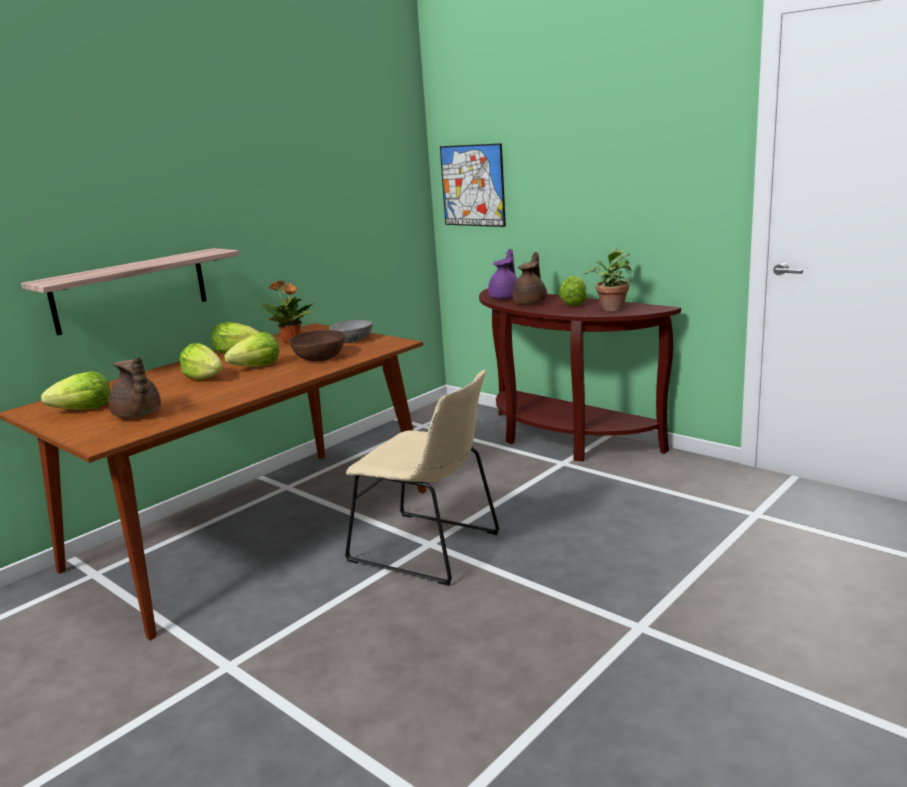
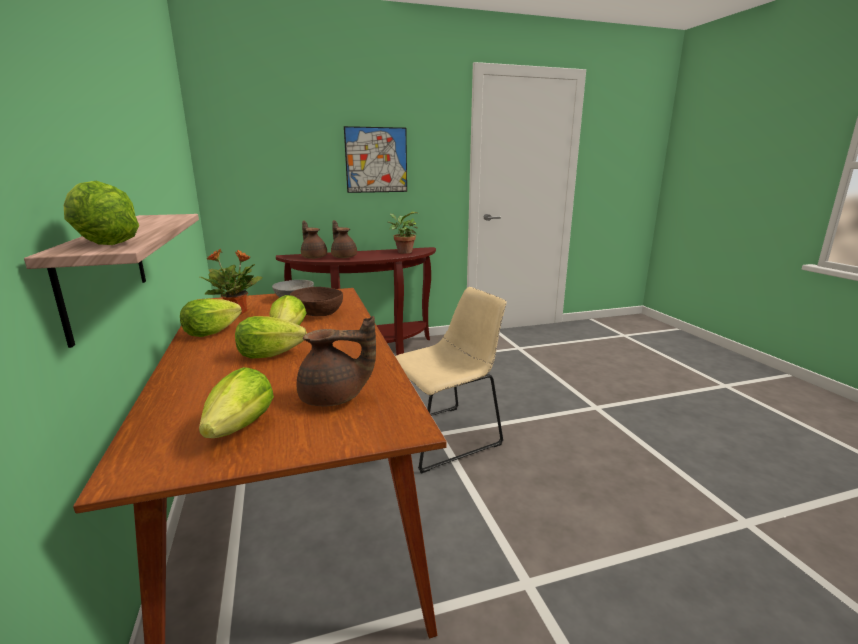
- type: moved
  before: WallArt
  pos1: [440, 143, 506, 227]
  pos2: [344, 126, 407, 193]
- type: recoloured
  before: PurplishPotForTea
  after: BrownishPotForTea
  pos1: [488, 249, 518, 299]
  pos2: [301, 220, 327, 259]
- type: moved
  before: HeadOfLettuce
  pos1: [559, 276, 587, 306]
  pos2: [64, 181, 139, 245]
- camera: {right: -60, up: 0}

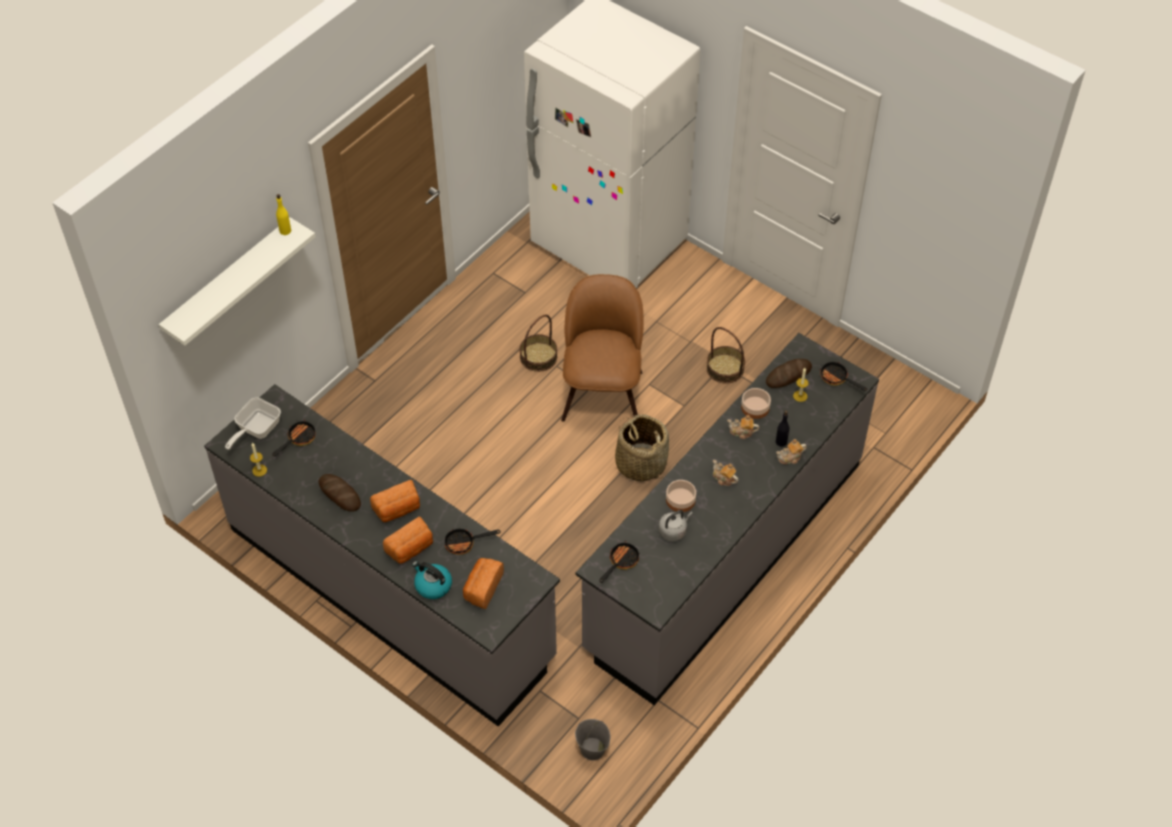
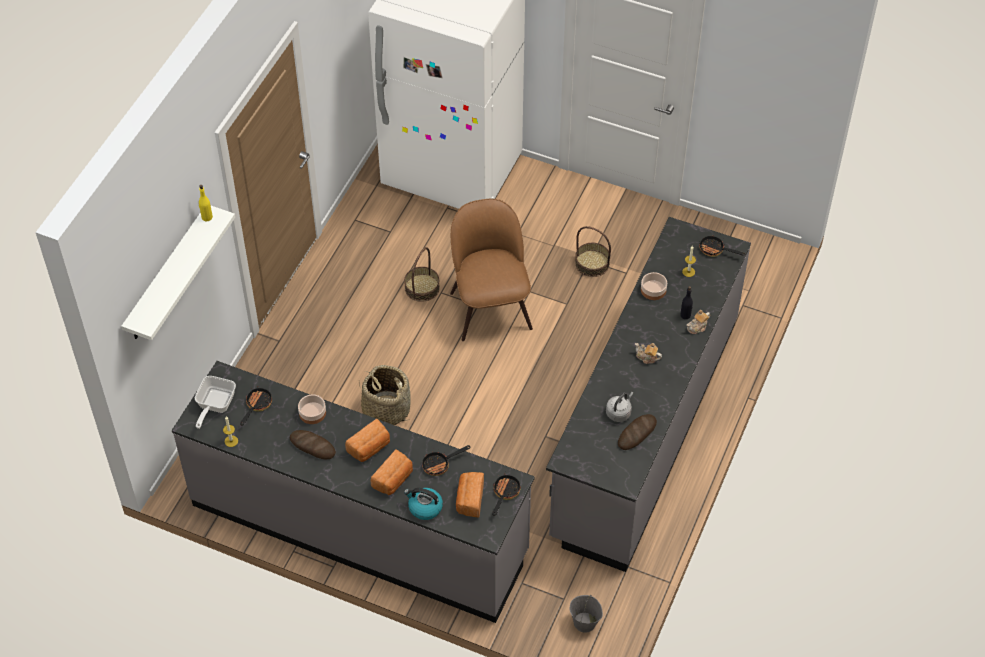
- type: moved
  before: BakedBread
  pos1: [766, 359, 812, 388]
  pos2: [618, 414, 657, 450]
- type: moved
  before: HouseholdBasket
  pos1: [615, 414, 669, 482]
  pos2: [359, 365, 411, 425]
- type: removed
  before: PotForTea
  pos1: [727, 415, 759, 439]
- type: moved
  before: Bowl
  pos1: [666, 480, 696, 512]
  pos2: [298, 395, 326, 424]
- type: moved
  before: Skillet
  pos1: [599, 541, 639, 583]
  pos2: [492, 473, 521, 516]
- camera: {right: -15, up: 0}

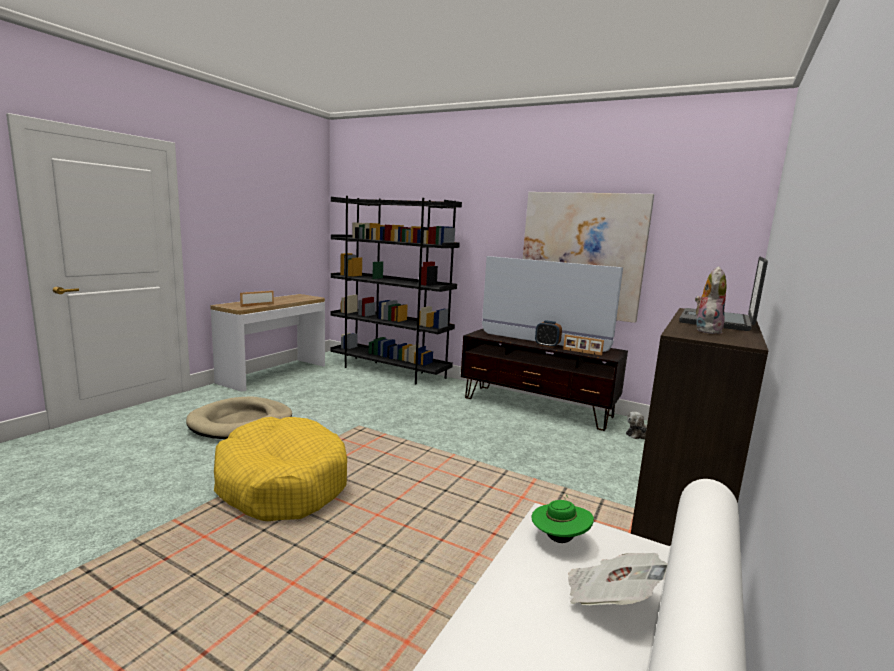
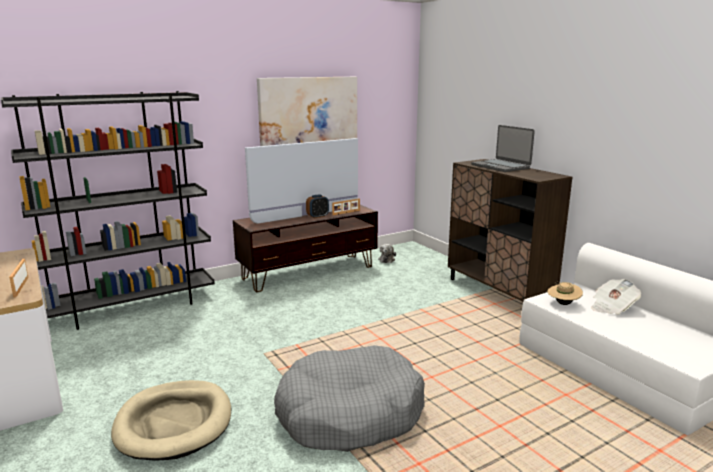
- type: removed
  before: CuddlyToy
  pos1: [695, 267, 727, 334]
- type: recoloured
  before: YellowPetBed
  after: GreyishPetBed
  pos1: [214, 417, 347, 521]
  pos2: [274, 345, 425, 452]
- type: recoloured
  before: GreenishClothingHat
  after: BeigeClothingHat
  pos1: [531, 495, 594, 543]
  pos2: [547, 281, 583, 305]
- camera: {right: -60, up: 5}

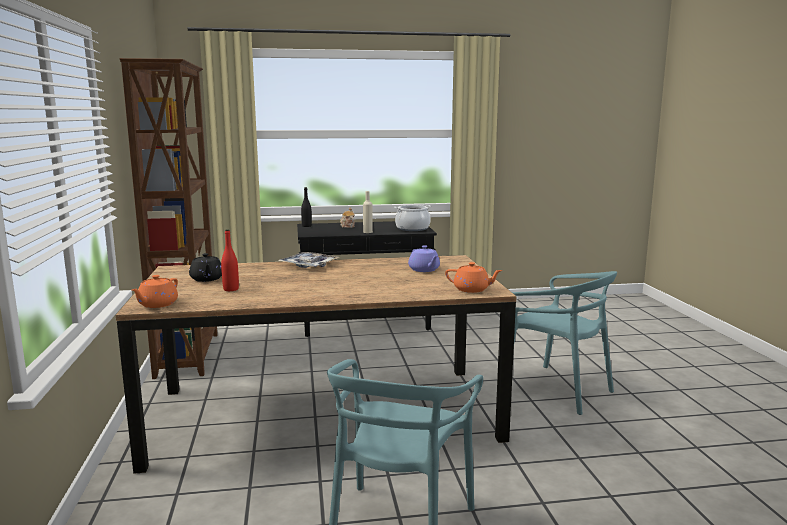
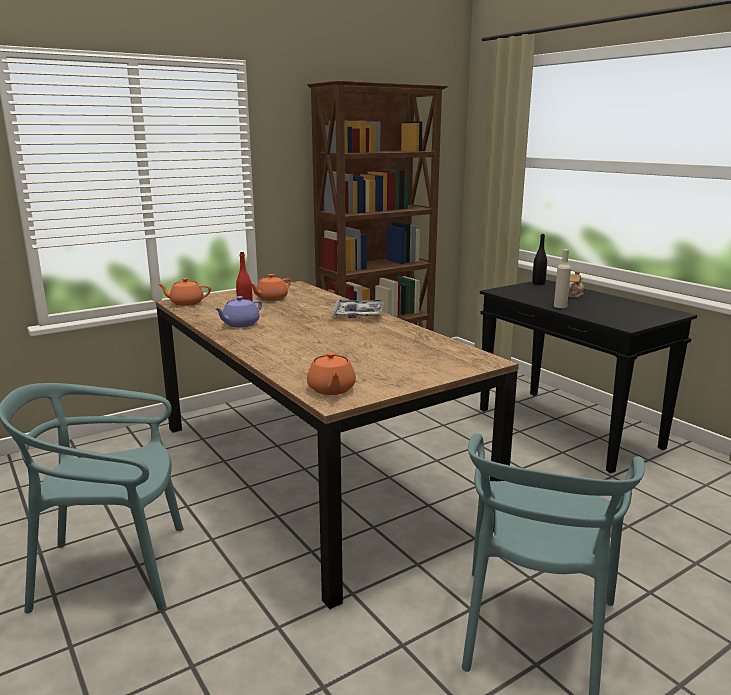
- type: removed
  before: Saucepot
  pos1: [394, 205, 431, 231]
- type: moved
  before: PurplishPotForTea
  pos1: [408, 245, 440, 272]
  pos2: [214, 296, 262, 328]
- type: recoloured
  before: BlackPotForTea
  after: OrangeyPotForTea
  pos1: [189, 253, 222, 282]
  pos2: [251, 274, 291, 301]
- camera: {right: 65, up: 5}

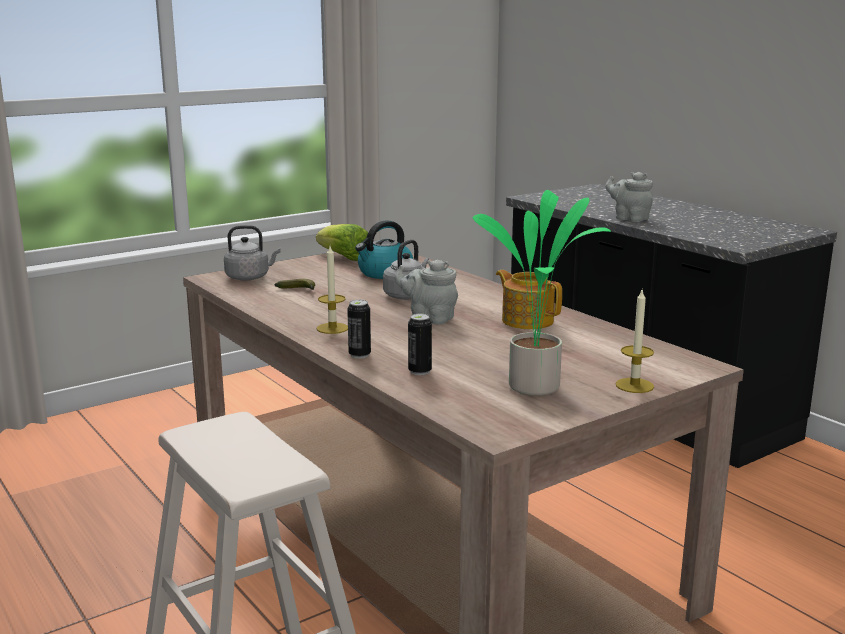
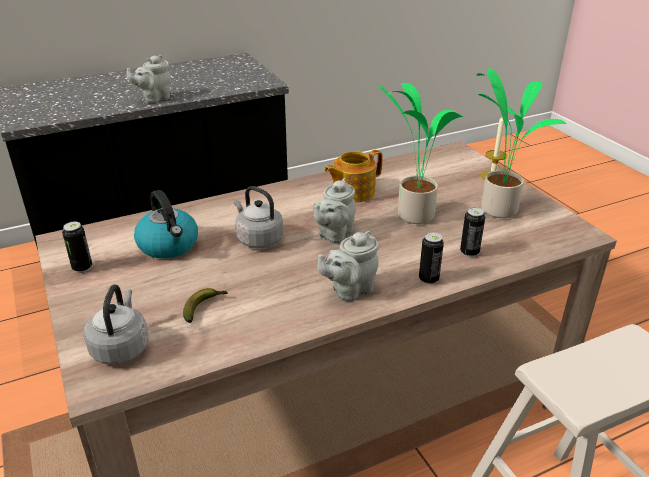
- type: replaced
  before: HeadOfLettuce
  after: SealedCan
  pos1: [316, 224, 368, 261]
  pos2: [62, 222, 92, 273]
- type: replaced
  before: WaxCandle
  after: GreyishPotForTea
  pos1: [317, 246, 348, 334]
  pos2: [317, 231, 379, 301]
- type: added
  after: PottedPlant
  pos2: [377, 83, 464, 224]
- camera: {right: -80, up: 15}

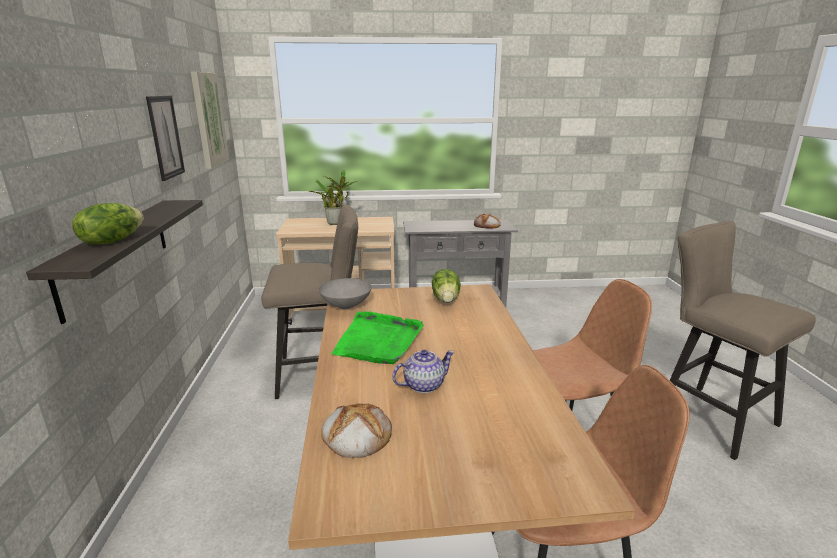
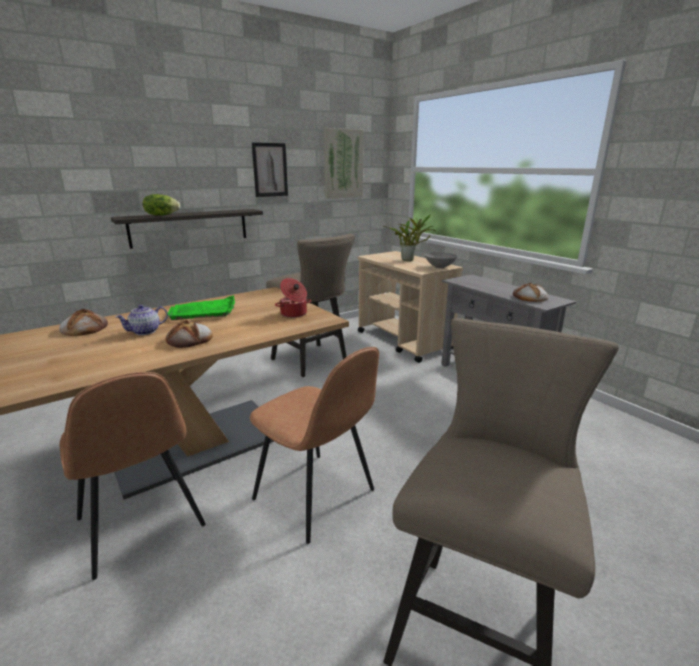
- type: replaced
  before: HeadOfLettuce
  after: Saucepot
  pos1: [432, 269, 461, 303]
  pos2: [275, 278, 311, 318]
- type: moved
  before: GreyishBowl
  pos1: [319, 278, 372, 309]
  pos2: [425, 252, 457, 268]
- type: turned
  before: PotForTea
  pos1: [392, 350, 455, 393]
  pos2: [116, 304, 168, 335]
  turn: 105
- type: added
  after: BakedBread
  pos2: [166, 320, 213, 348]
- camera: {right: 60, up: 0}

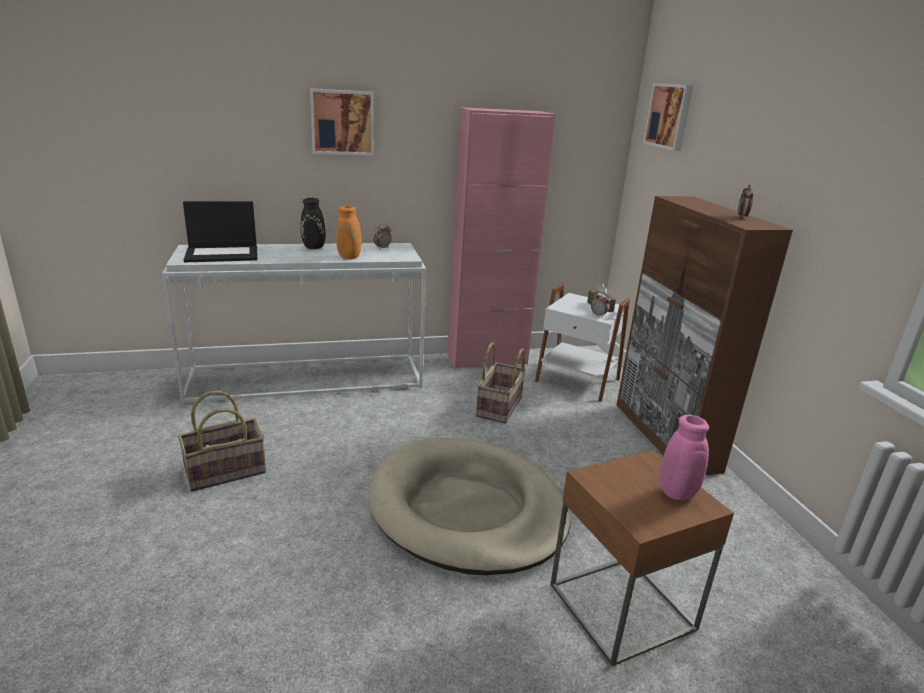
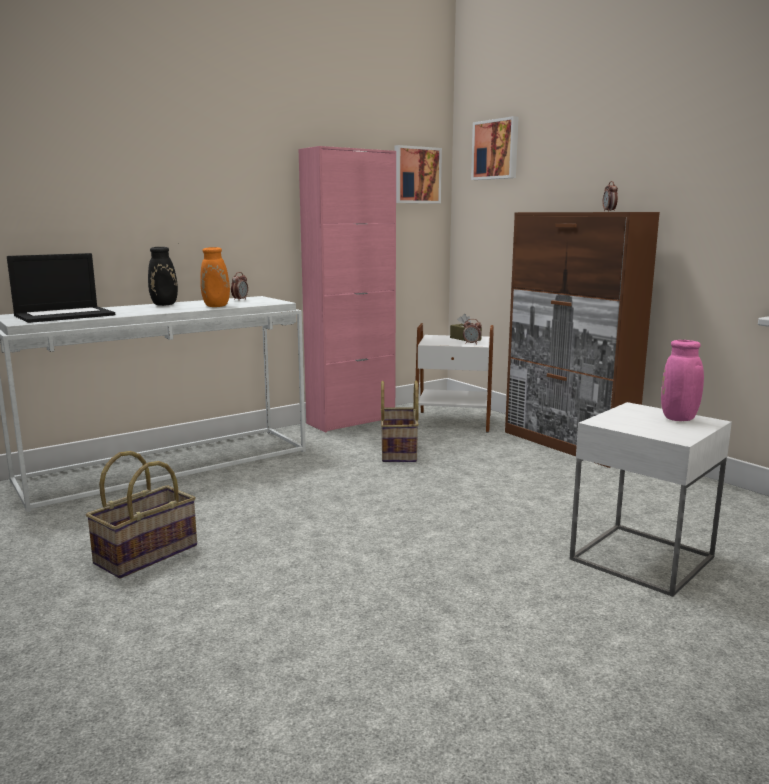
- type: moved
  before: WallArt
  pos1: [310, 89, 374, 155]
  pos2: [394, 145, 442, 203]
- type: removed
  before: BeigePetBed
  pos1: [369, 438, 571, 575]
- type: recoloured
  before: BrownishEndTable
  after: WhitishEndTable
  pos1: [550, 450, 734, 666]
  pos2: [570, 402, 732, 597]
- camera: {right: -20, up: -10}

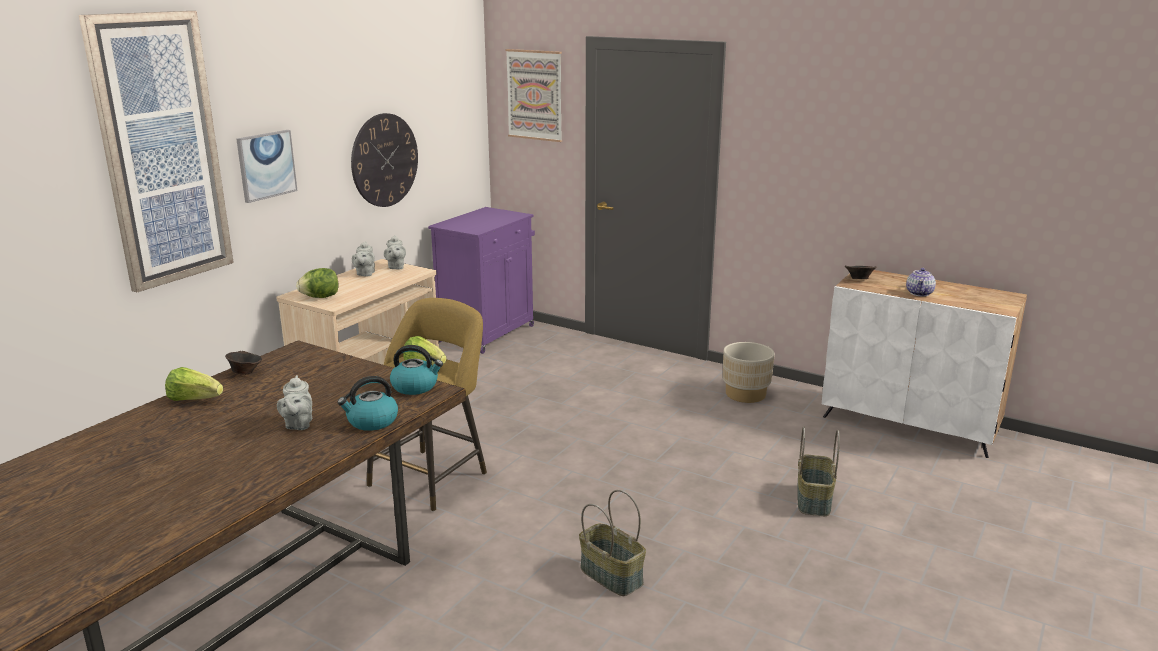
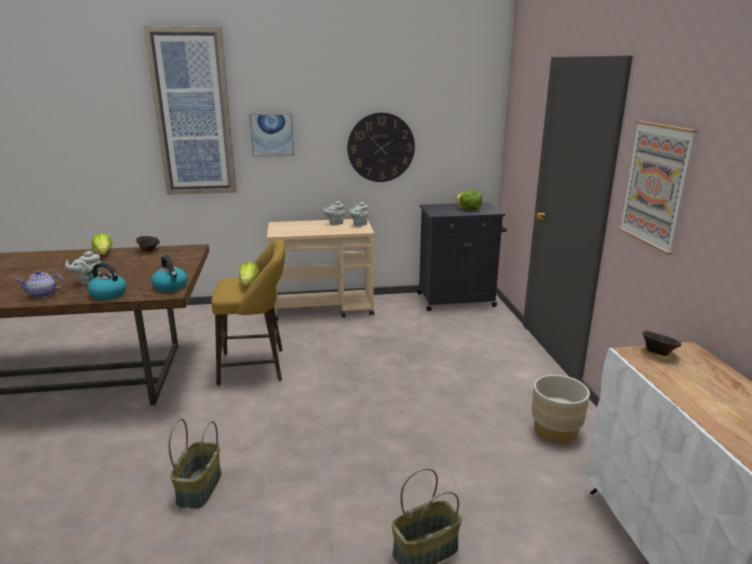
- type: moved
  before: WallArt
  pos1: [506, 49, 562, 142]
  pos2: [618, 121, 697, 255]
- type: recoloured
  before: PurplishCupboard
  after: BlackCupboard
  pos1: [428, 207, 535, 354]
  pos2: [417, 202, 507, 311]
- type: moved
  before: HeadOfLettuce
  pos1: [296, 268, 339, 298]
  pos2: [456, 190, 482, 210]
- type: moved
  before: PotForTea
  pos1: [906, 268, 936, 296]
  pos2: [15, 271, 65, 298]
- camera: {right: 50, up: 0}

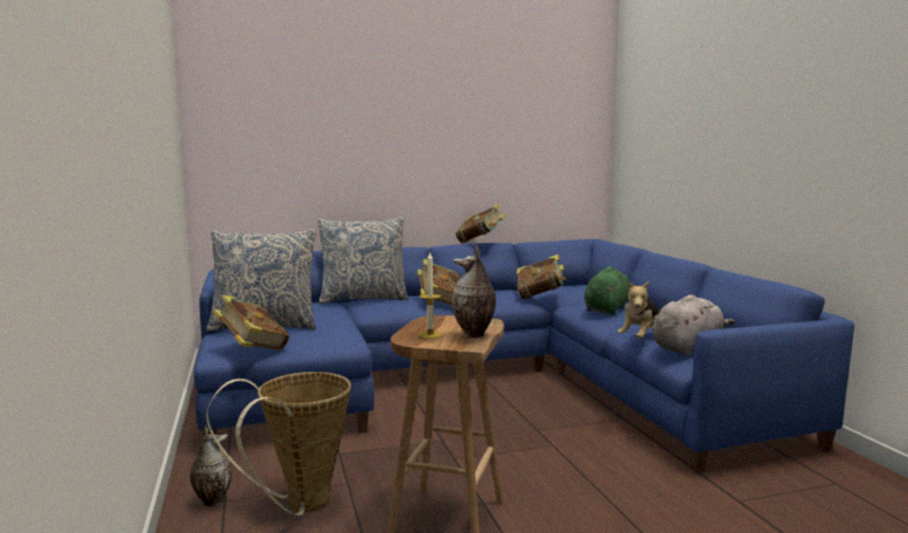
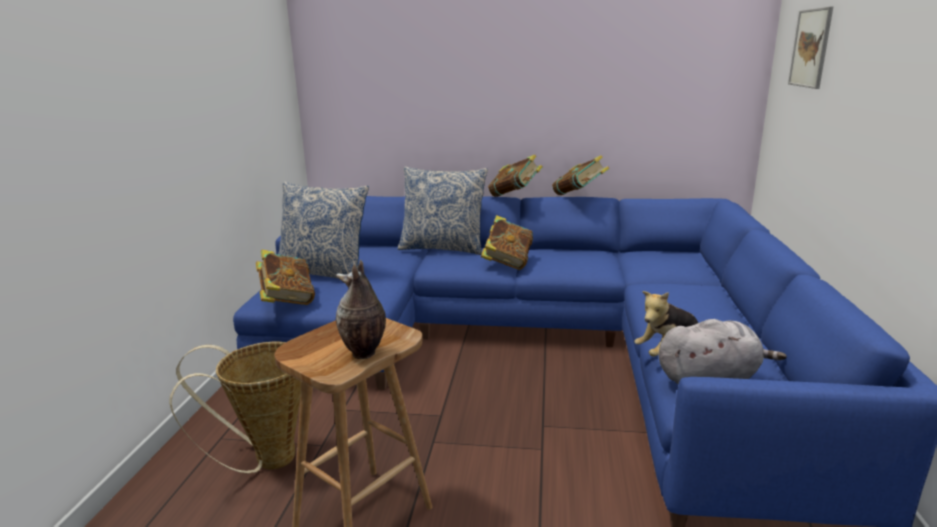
- type: removed
  before: WaxCandle
  pos1: [418, 253, 443, 339]
- type: moved
  before: BoundBook
  pos1: [517, 254, 567, 299]
  pos2: [488, 155, 543, 197]
- type: removed
  before: GreenishCuddlyToy
  pos1: [584, 266, 629, 315]
- type: removed
  before: Vase
  pos1: [190, 425, 232, 507]
- type: added
  after: WallArt
  pos2: [788, 6, 833, 89]
- camera: {right: 25, up: 10}

